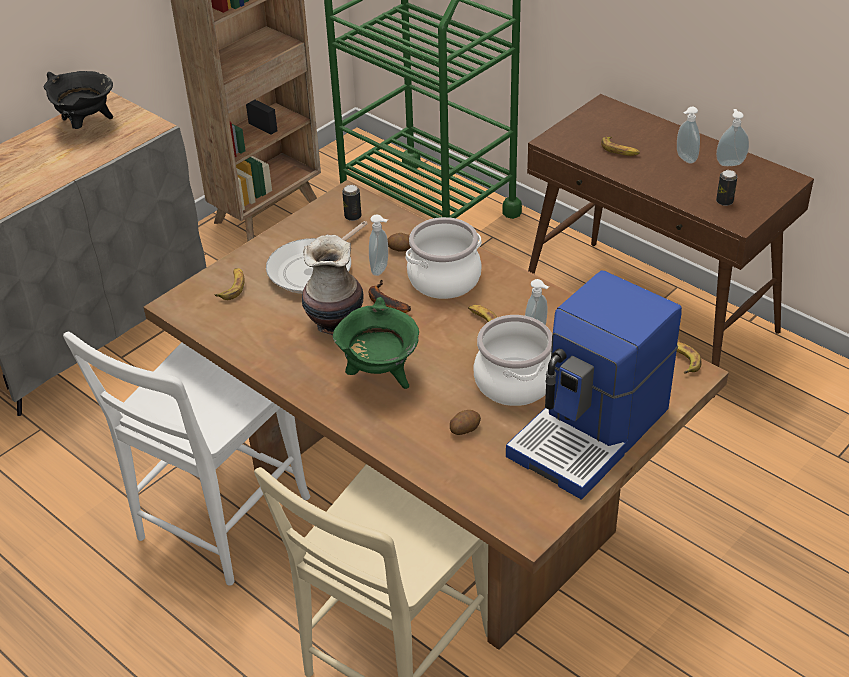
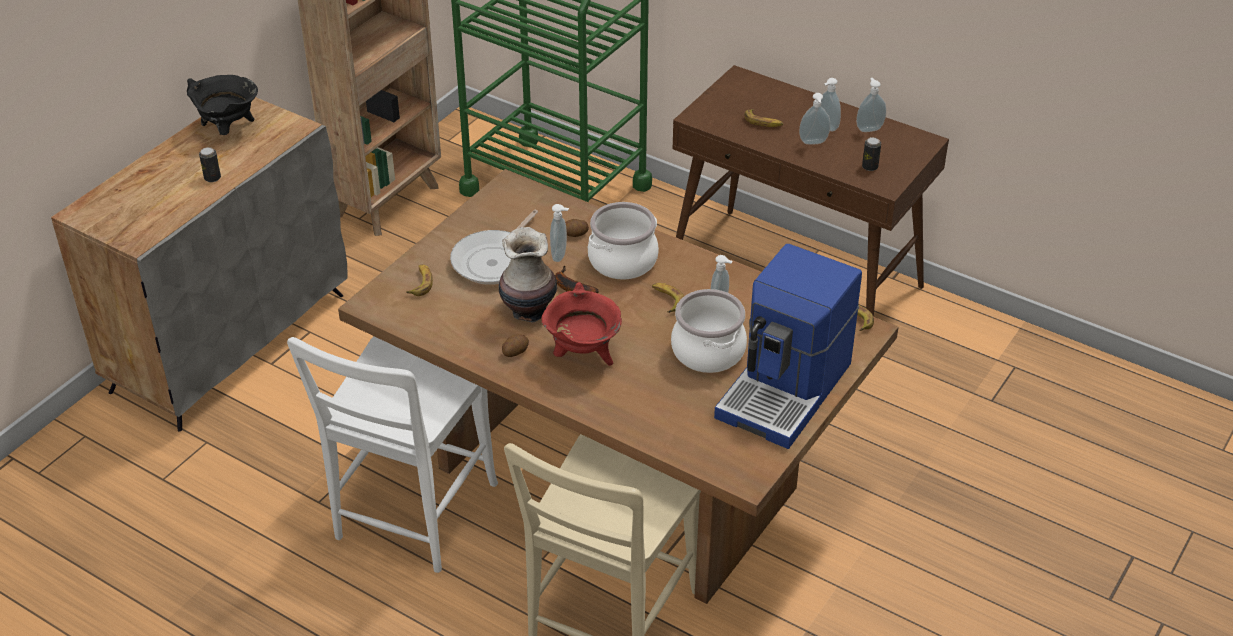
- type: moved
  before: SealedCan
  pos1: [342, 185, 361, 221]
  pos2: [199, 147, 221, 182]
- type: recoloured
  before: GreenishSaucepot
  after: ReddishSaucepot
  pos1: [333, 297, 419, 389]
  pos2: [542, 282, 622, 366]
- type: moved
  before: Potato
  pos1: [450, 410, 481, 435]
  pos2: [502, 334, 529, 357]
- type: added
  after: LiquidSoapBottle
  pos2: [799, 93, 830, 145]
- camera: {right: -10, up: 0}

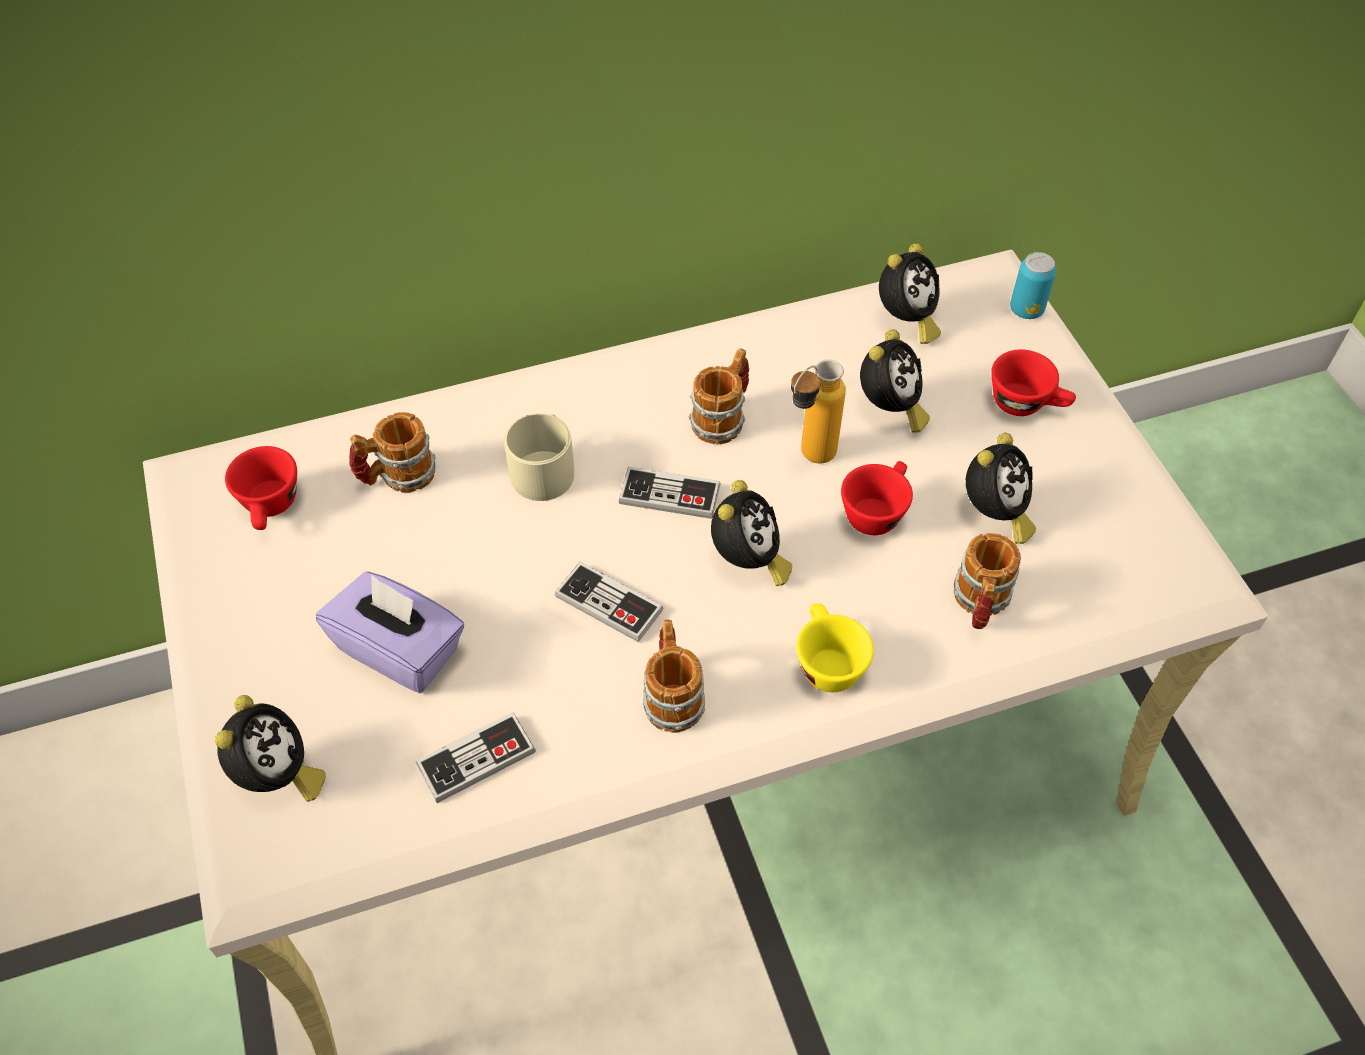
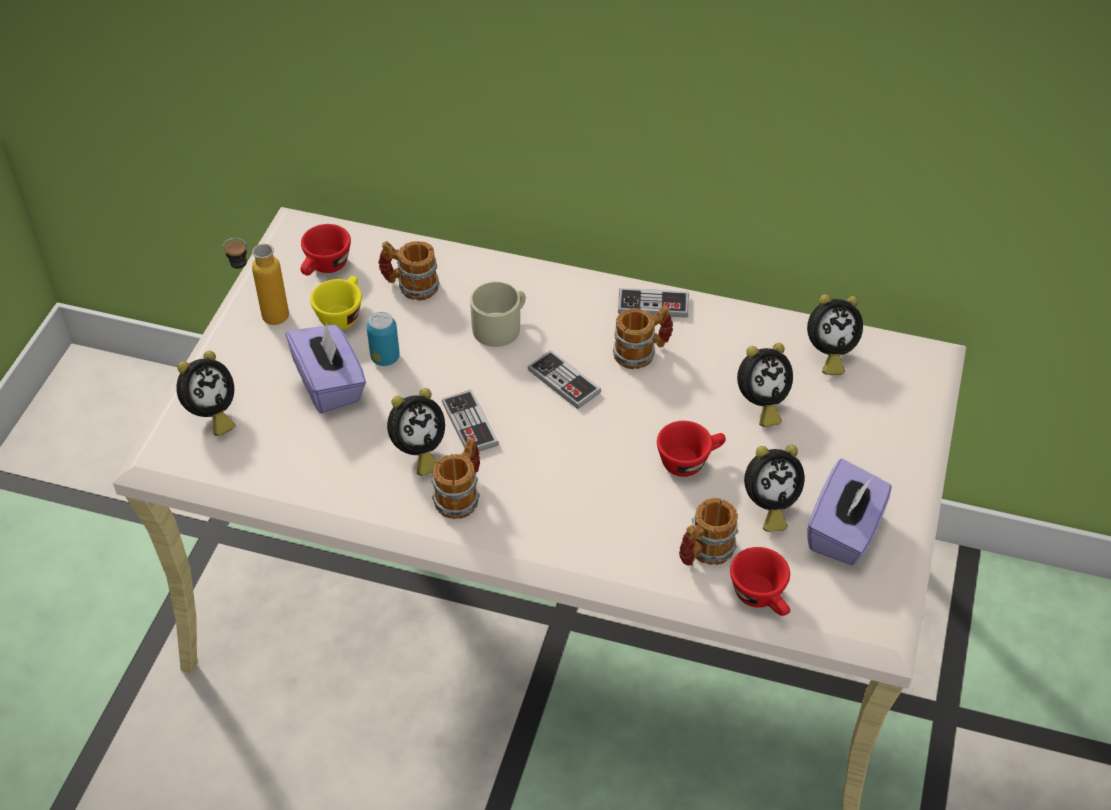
- type: moved
  before: SealedCan
  pos1: [1010, 252, 1056, 319]
  pos2: [366, 312, 400, 366]
- type: moved
  before: ReddishDrinkingCup
  pos1: [991, 349, 1076, 416]
  pos2: [730, 547, 790, 616]
- type: moved
  before: Bottle
  pos1: [791, 359, 846, 464]
  pos2: [223, 238, 289, 325]
- type: moved
  before: AlarmClock
  pos1: [711, 480, 792, 586]
  pos2: [387, 388, 445, 476]
- type: moved
  before: YellowDrinkingCup
  pos1: [796, 603, 874, 692]
  pos2: [310, 276, 362, 330]
- type: moved
  before: Gamepad
  pos1: [416, 712, 536, 803]
  pos2: [618, 288, 689, 318]
- type: added
  after: PurplishBoxOfTissues
  pos2: [807, 459, 892, 565]
- camera: {right: 35, up: -5}

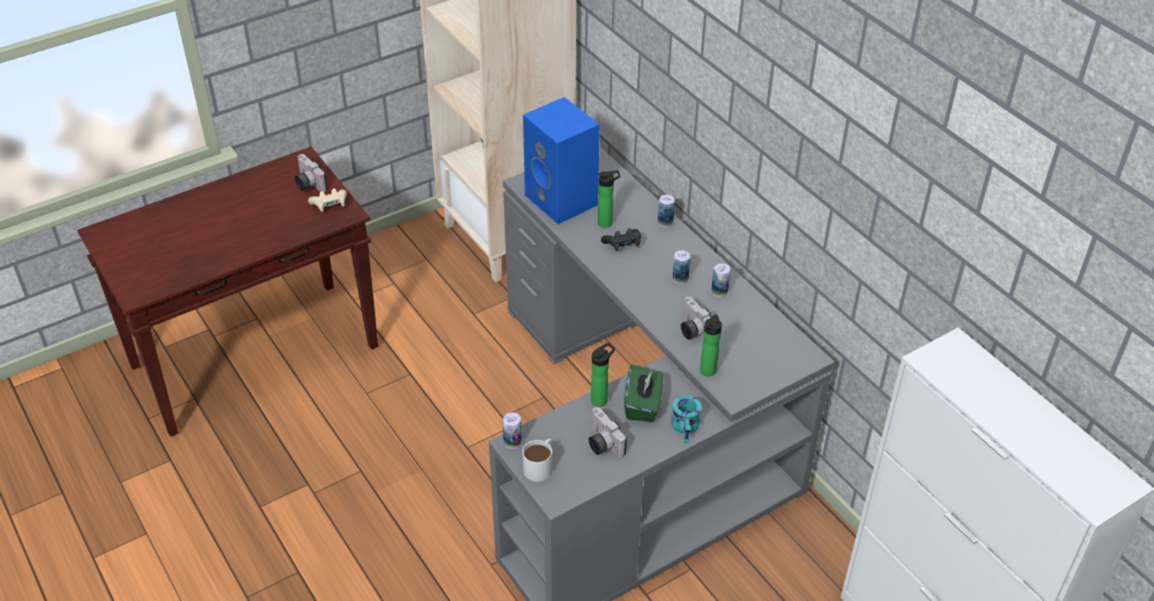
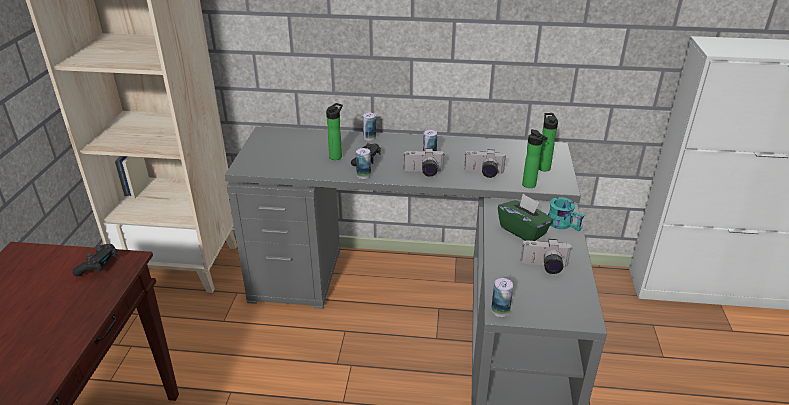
- type: removed
  before: BlueLoudspeaker
  pos1: [523, 97, 600, 224]
- type: moved
  before: StillCamera
  pos1: [295, 154, 328, 192]
  pos2: [403, 148, 445, 177]
- type: recoloured
  before: BeigeGamepad
  after: BlackGamepad
  pos1: [308, 189, 347, 212]
  pos2: [72, 244, 118, 277]
- type: moved
  before: SealedCan
  pos1: [711, 263, 730, 298]
  pos2: [356, 148, 371, 179]
- type: moved
  before: Bottle
  pos1: [591, 343, 615, 407]
  pos2: [539, 113, 558, 171]
- type: removed
  before: WhitishTeaMug
  pos1: [523, 439, 553, 482]
- camera: {right: -50, up: -10}

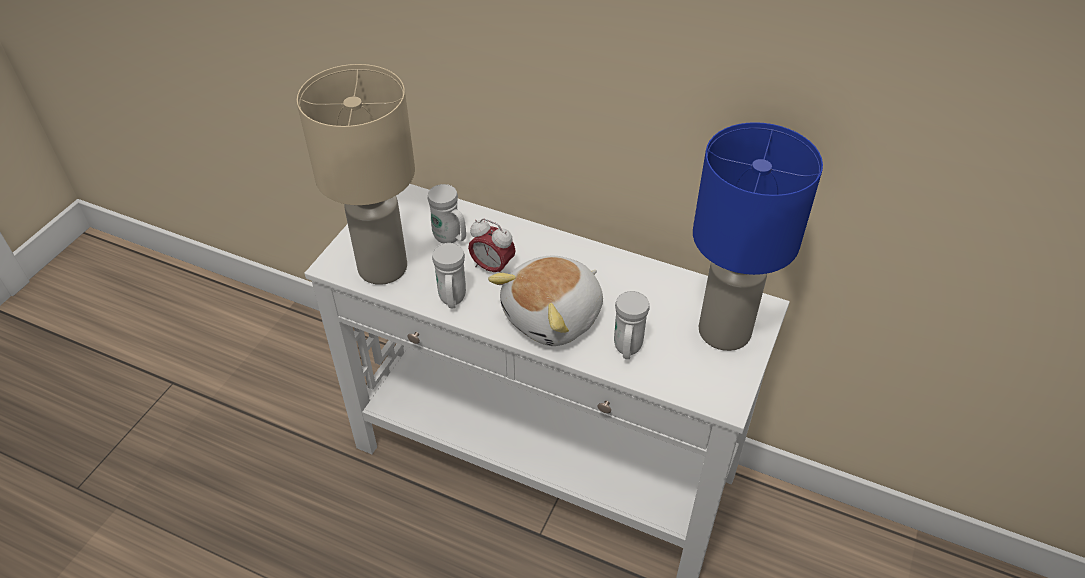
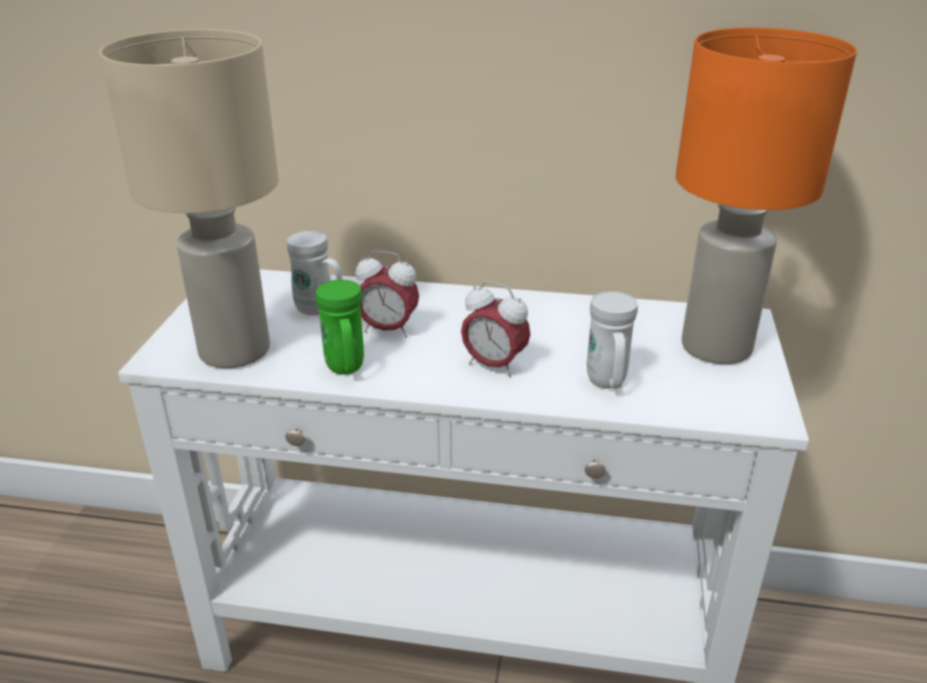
- type: recoloured
  before: BlueTabletopLamp
  after: OrangeyTabletopLamp
  pos1: [693, 122, 823, 351]
  pos2: [676, 27, 857, 364]
- type: recoloured
  before: WhitishTeaMug
  after: GreenishTeaMug
  pos1: [432, 243, 466, 308]
  pos2: [315, 280, 364, 375]
- type: replaced
  before: CuddlyToy
  after: AlarmClock
  pos1: [488, 256, 603, 346]
  pos2: [461, 281, 530, 377]
- camera: {right: -15, up: -15}

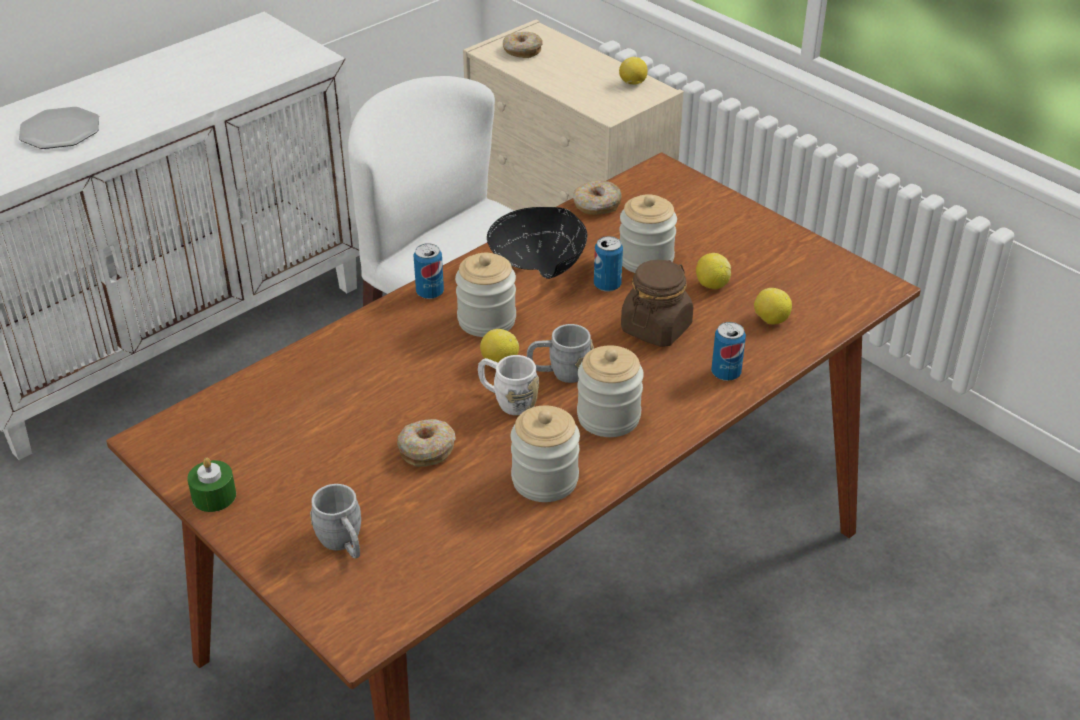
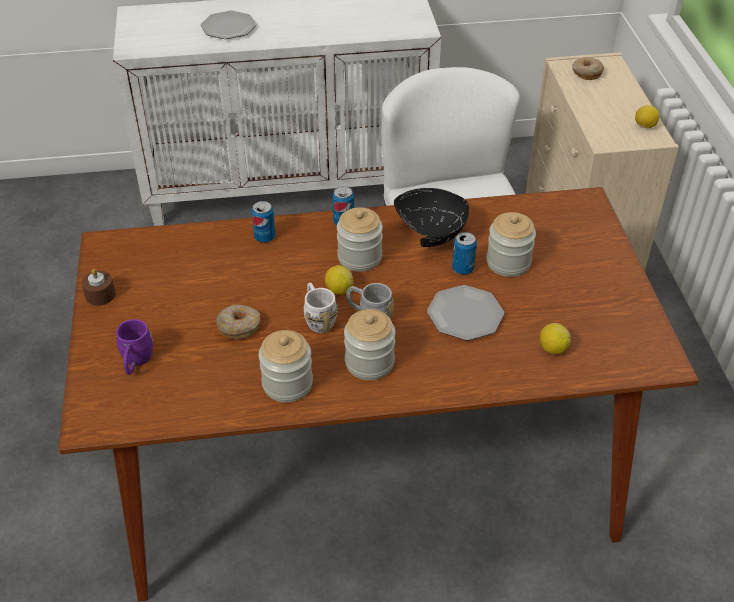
- type: removed
  before: Doughnut
  pos1: [573, 180, 622, 215]
- type: removed
  before: WholeLemon
  pos1: [696, 253, 731, 289]
- type: replaced
  before: BrownishStorageJar
  after: Plate
  pos1: [621, 260, 693, 347]
  pos2: [427, 285, 504, 340]
- type: moved
  before: SealedCan
  pos1: [711, 322, 746, 381]
  pos2: [251, 201, 275, 243]
- type: recoloured
  before: GreenishWaxCandle
  after: BrownishWaxCandle
  pos1: [187, 458, 236, 512]
  pos2: [81, 269, 116, 306]
- type: recoloured
  before: GreyishTeaMug
  after: PurplishTeaMug
  pos1: [310, 484, 361, 559]
  pos2: [116, 319, 153, 375]
- camera: {right: 35, up: 5}

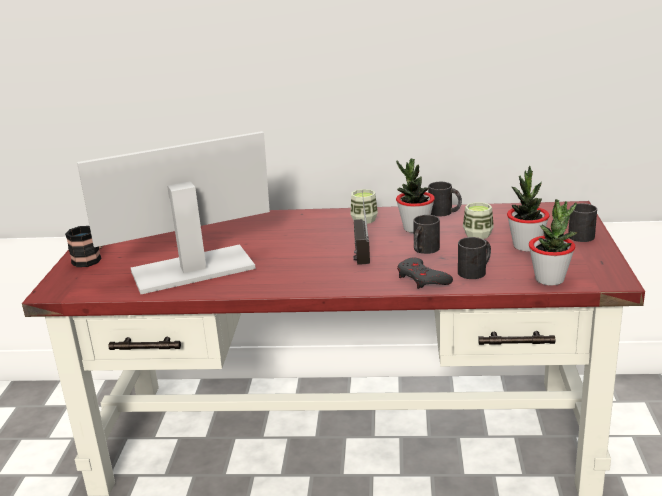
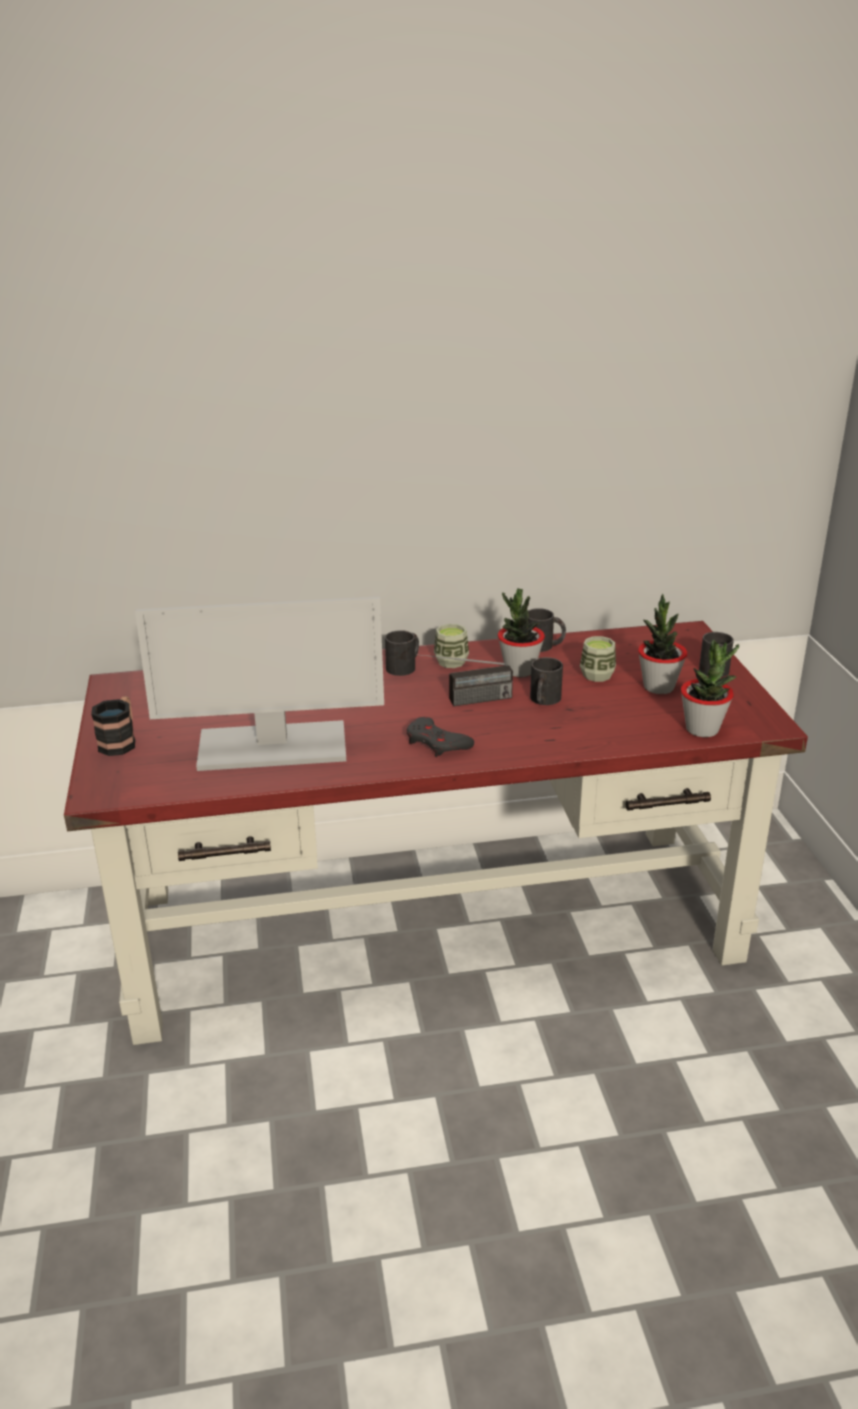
- type: turned
  before: Monitor
  pos1: [77, 131, 270, 294]
  pos2: [135, 597, 384, 771]
  turn: -150
- type: turned
  before: Radio
  pos1: [353, 191, 370, 265]
  pos2: [416, 654, 513, 706]
  turn: -90
- type: moved
  before: BlackTeaMug
  pos1: [458, 237, 491, 279]
  pos2: [385, 630, 419, 676]
- type: moved
  before: GreyishGamepad
  pos1: [397, 257, 453, 289]
  pos2: [407, 717, 474, 757]
- camera: {right: -15, up: 5}

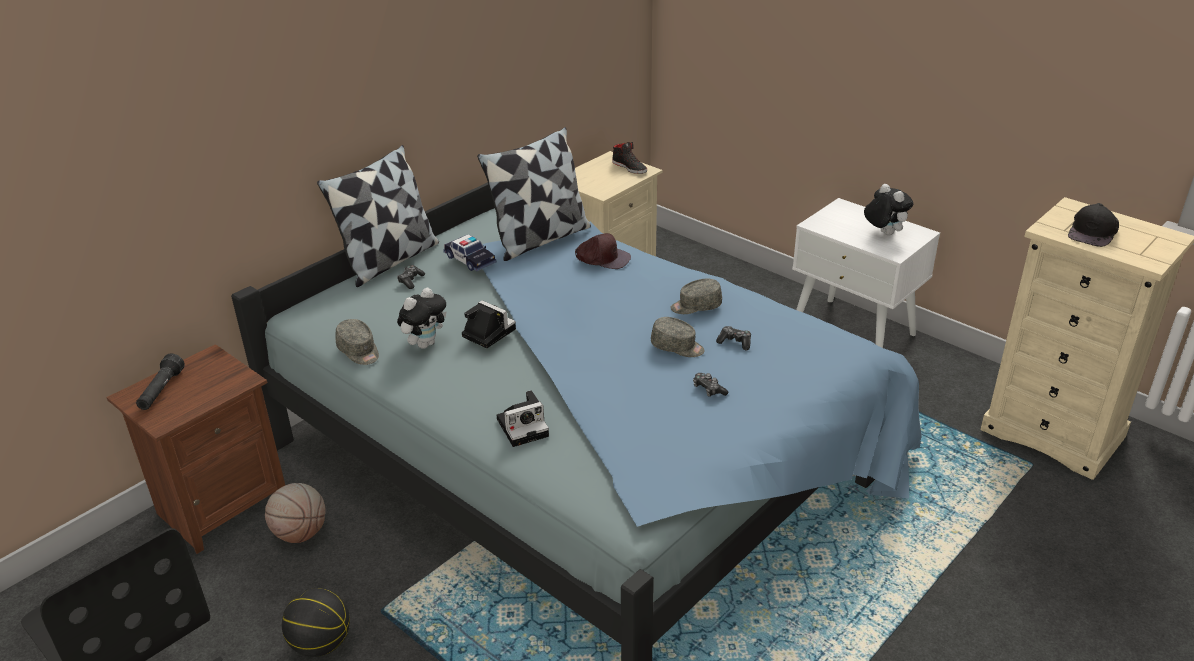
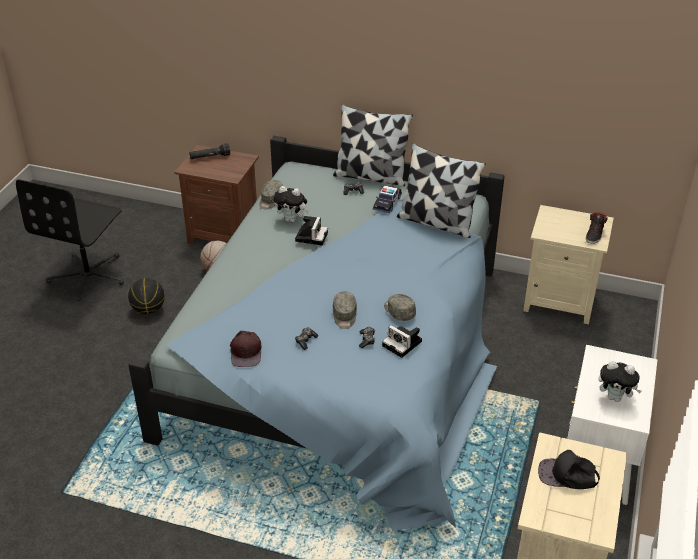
- type: turned
  before: CuddlyToy
  pos1: [864, 184, 913, 236]
  pos2: [598, 361, 642, 402]
  turn: 75
- type: moved
  before: BrownishCap
  pos1: [575, 233, 631, 269]
  pos2: [230, 331, 262, 367]
- type: moved
  before: StillCamera
  pos1: [497, 390, 549, 447]
  pos2: [382, 325, 422, 358]
- camera: {right: 65, up: 5}

